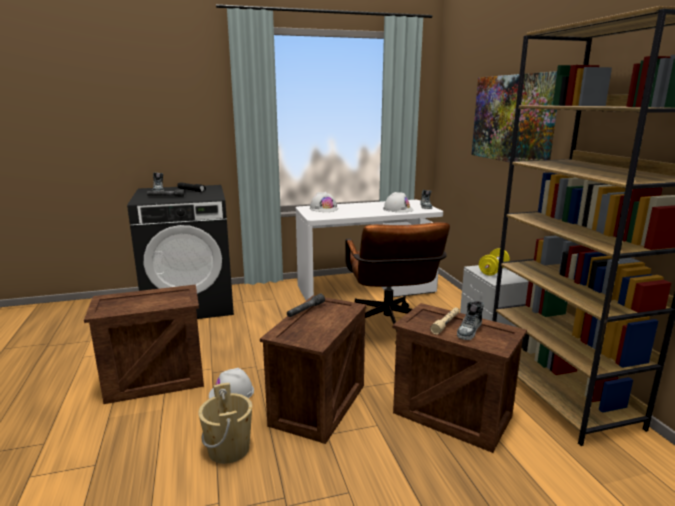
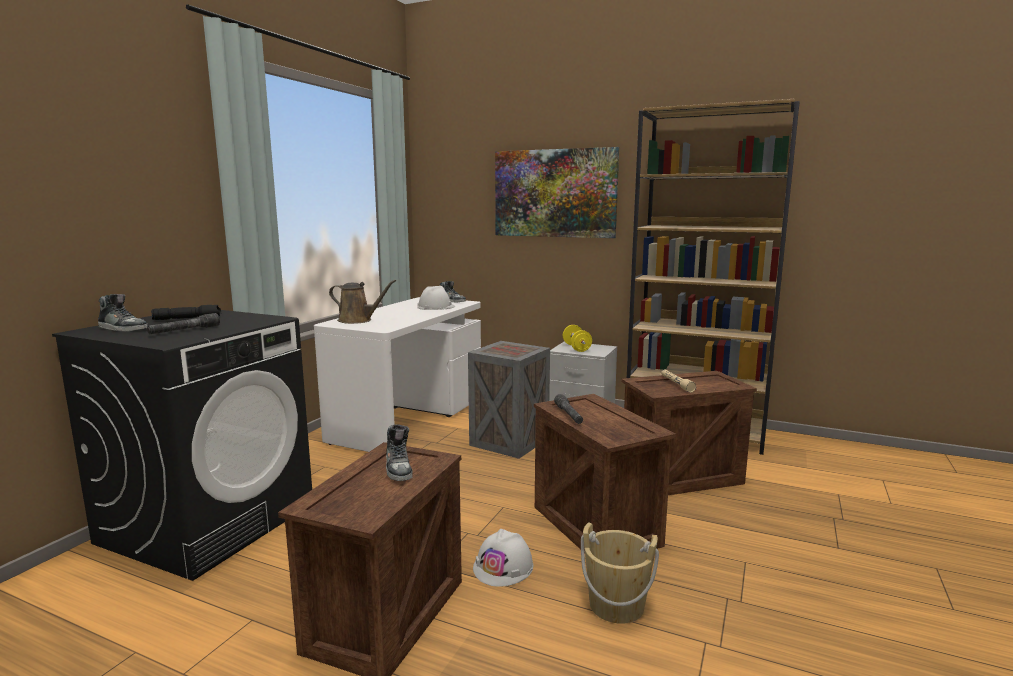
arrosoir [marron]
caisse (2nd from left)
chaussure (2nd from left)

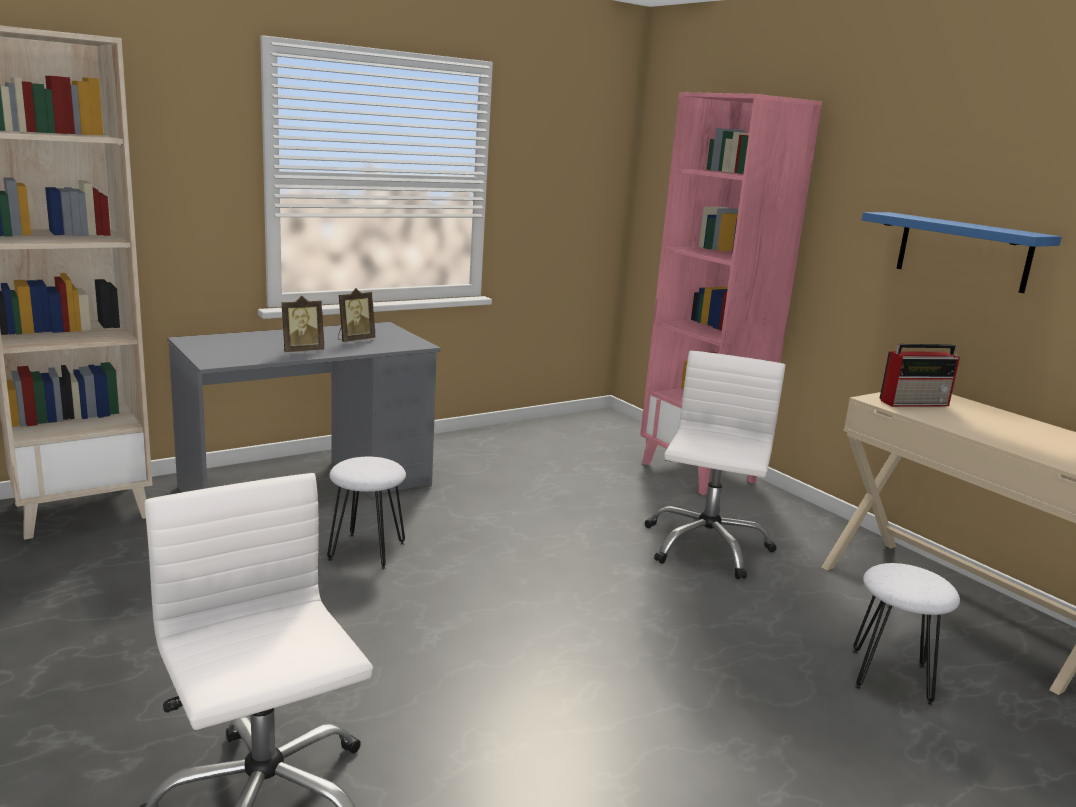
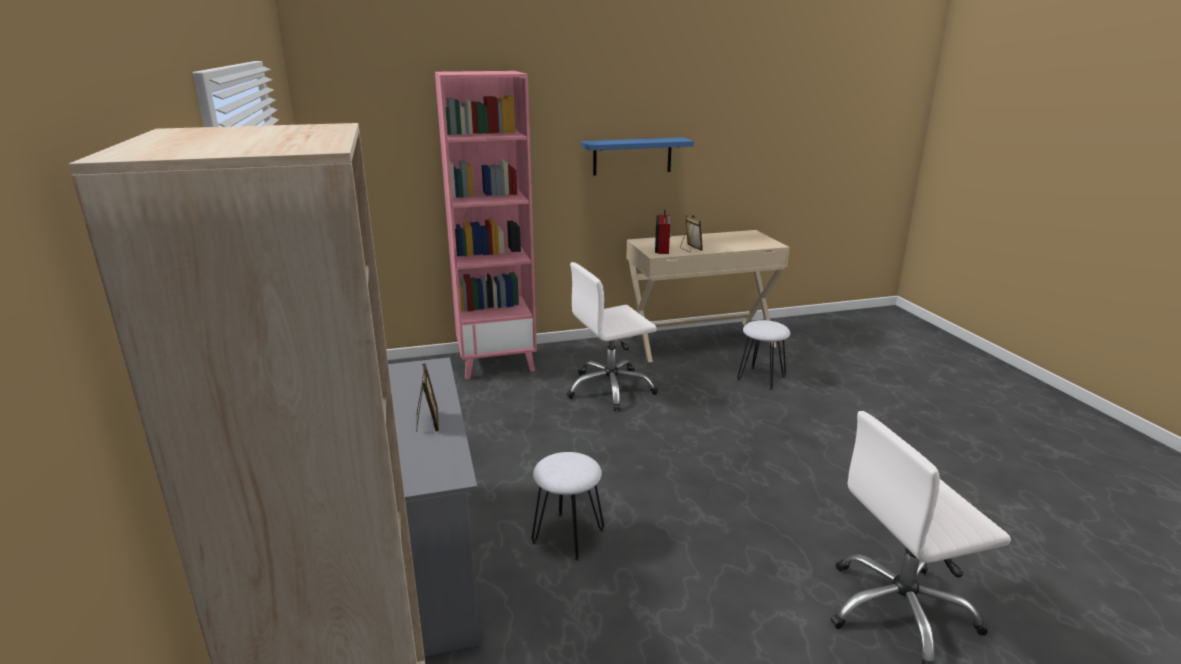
cadre photo (2nd from left)
chaise de bureau [blanc] (1st from left)

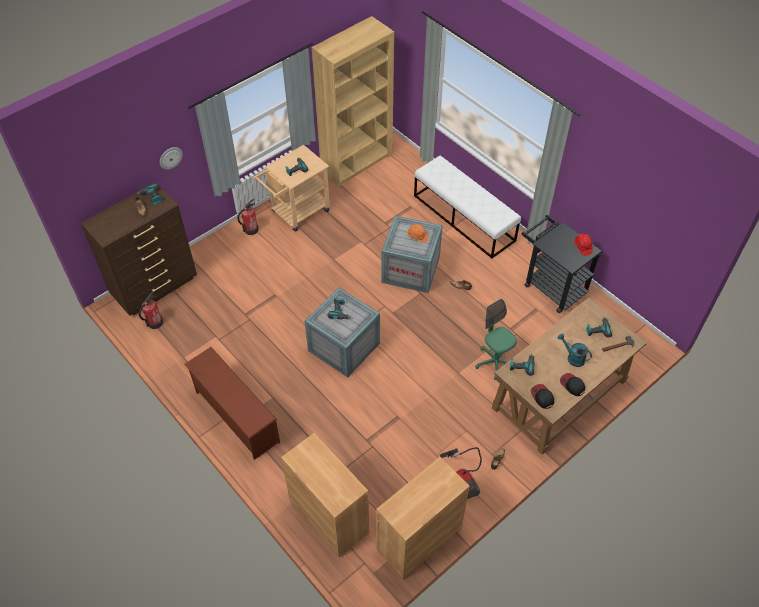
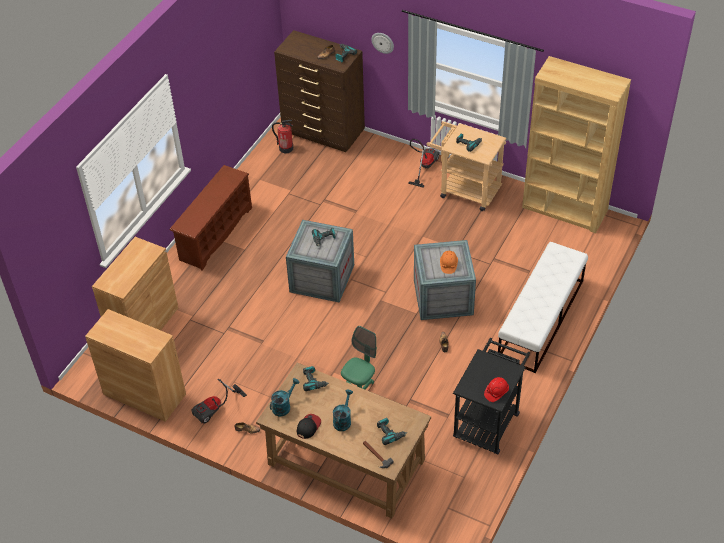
aspirateur (2nd from left)
arrosoir [turquoise] (1st from left)

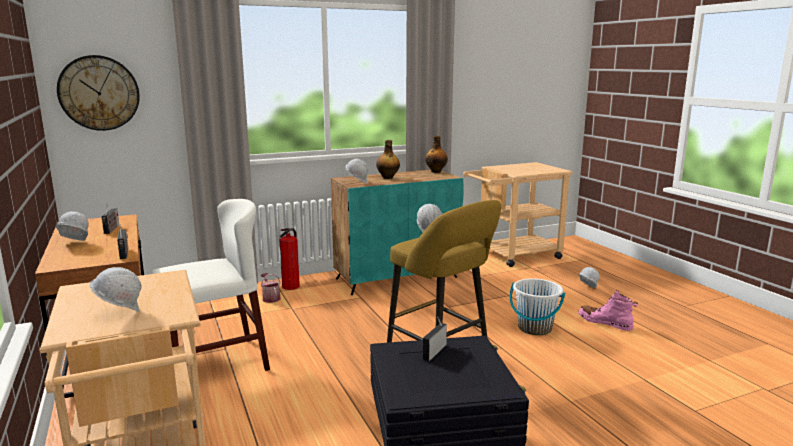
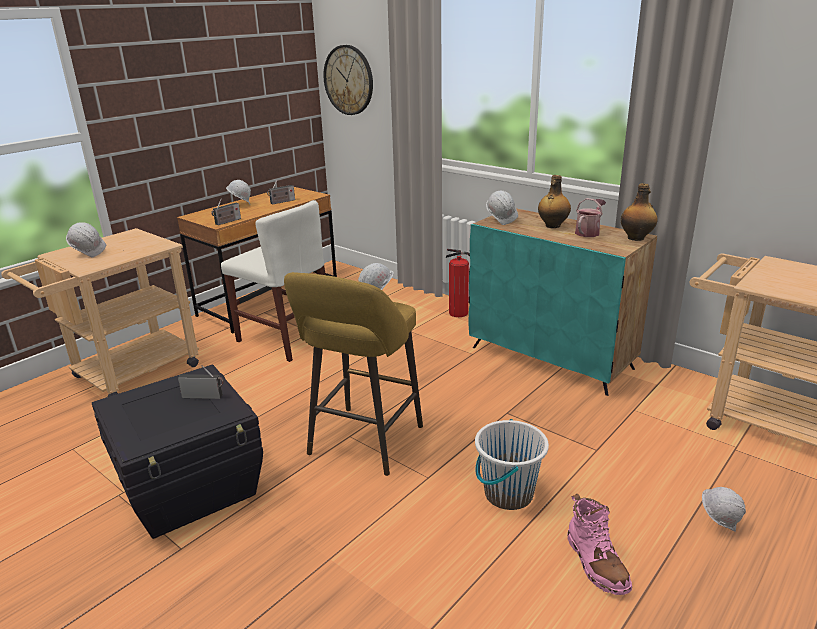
arrosoir
botte [rose]

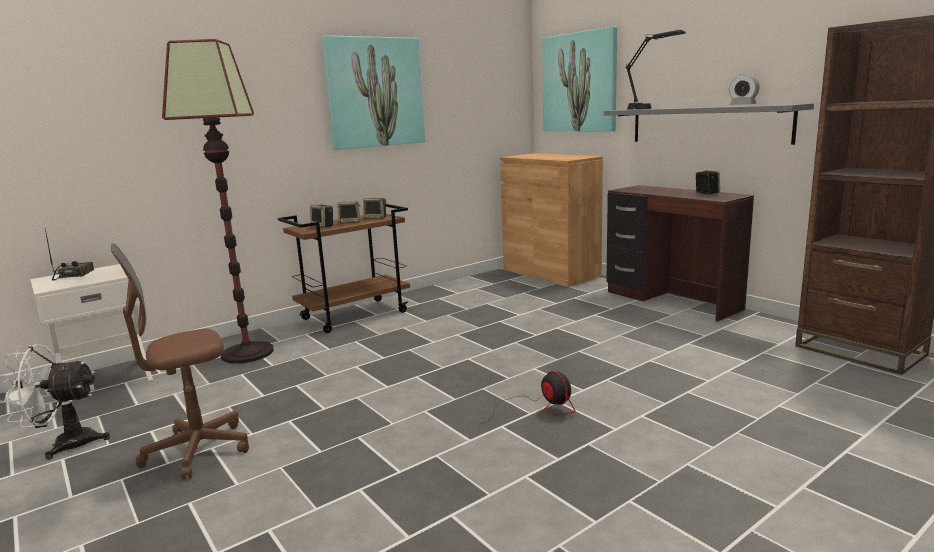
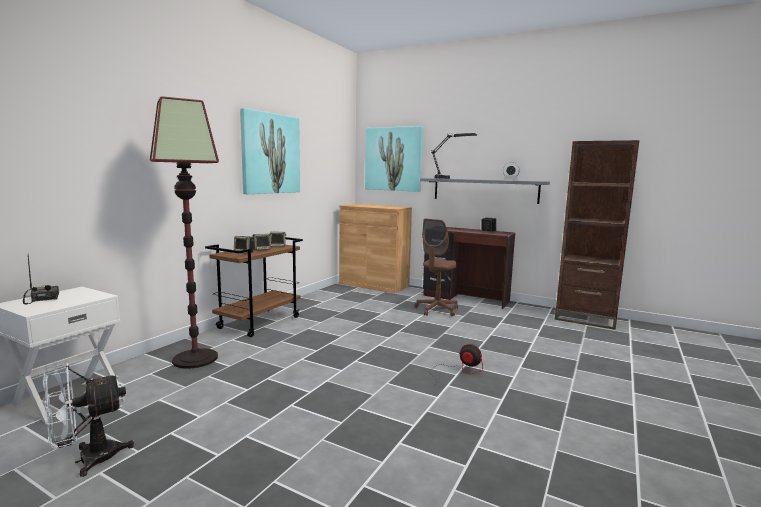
chaise de bureau [marron]

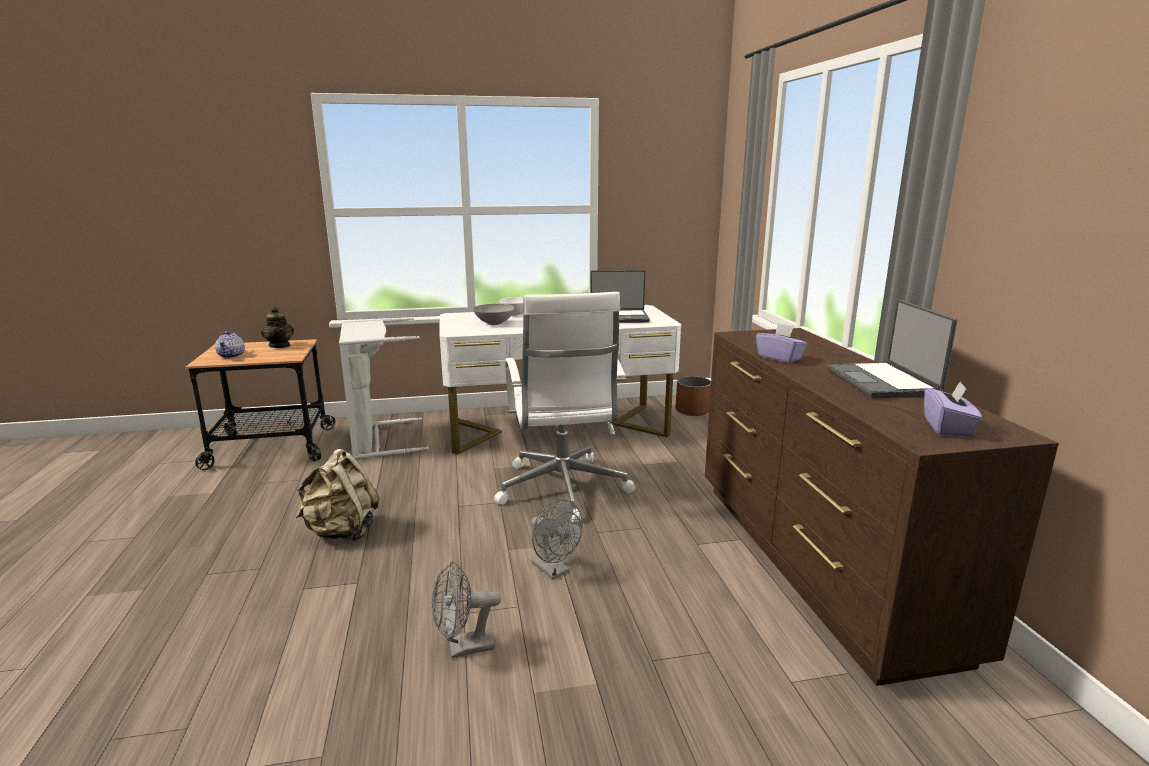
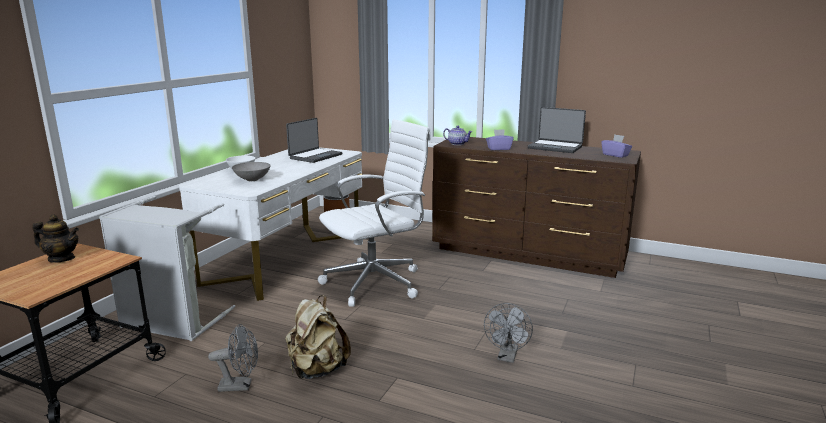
théière (2nd from left)
chaise de bureau [blanc]
ventilateur [gris] (1st from left)

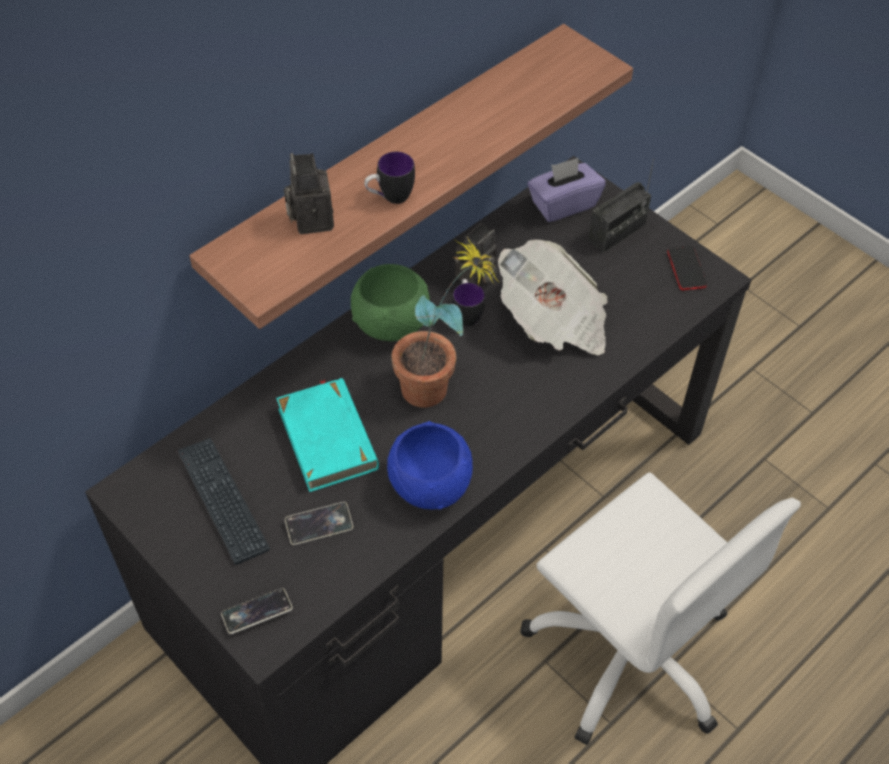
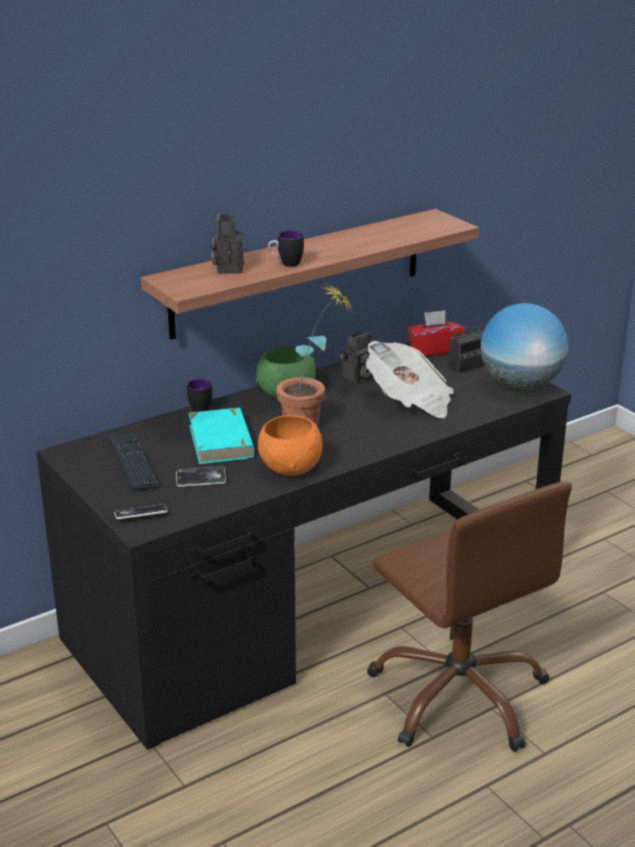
bol [orange]
mug (1st from left)
chaise de bureau [marron]
boîte à mouchoirs [rouge]
globe

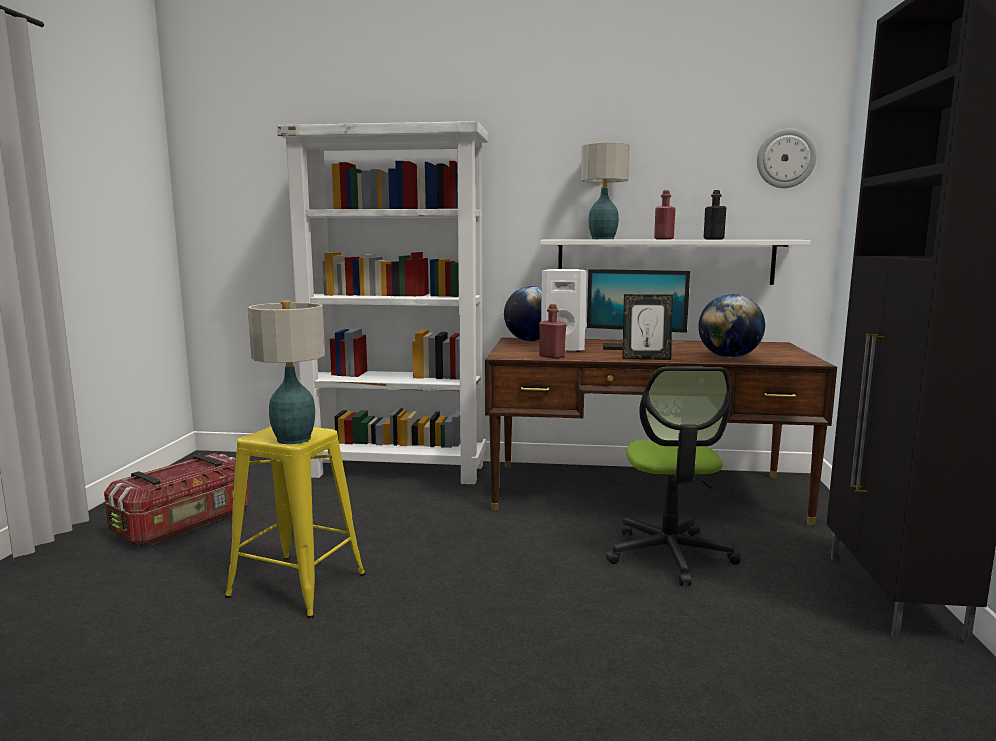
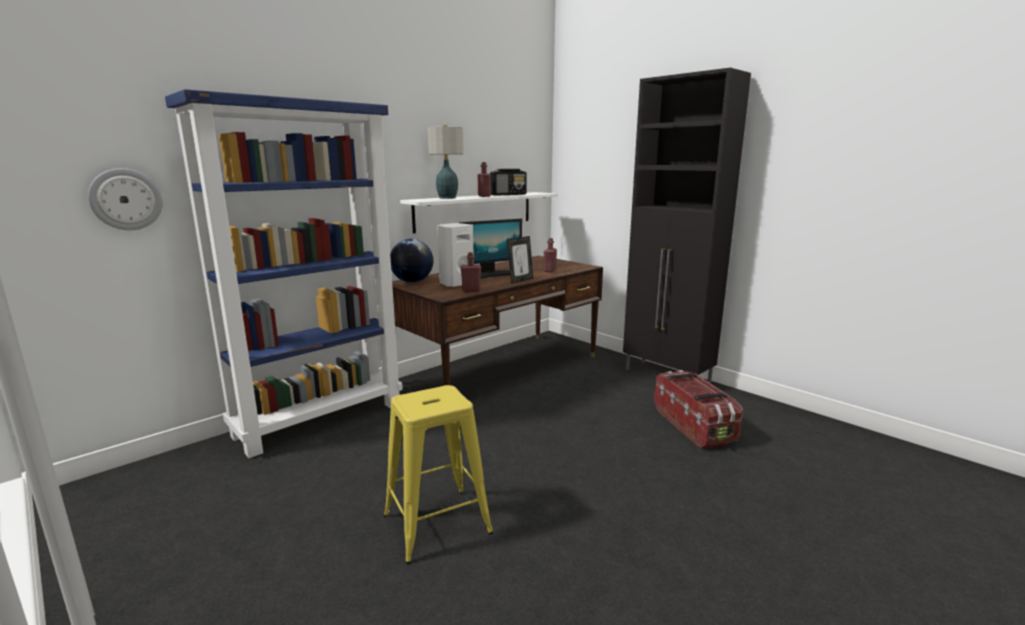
boîte de rangement
lampe de table (1st from left in the first image)
bibliothèque [bleu]
chaise de bureau
bouteille [rouge] (3rd from left)
radio
horloge murale

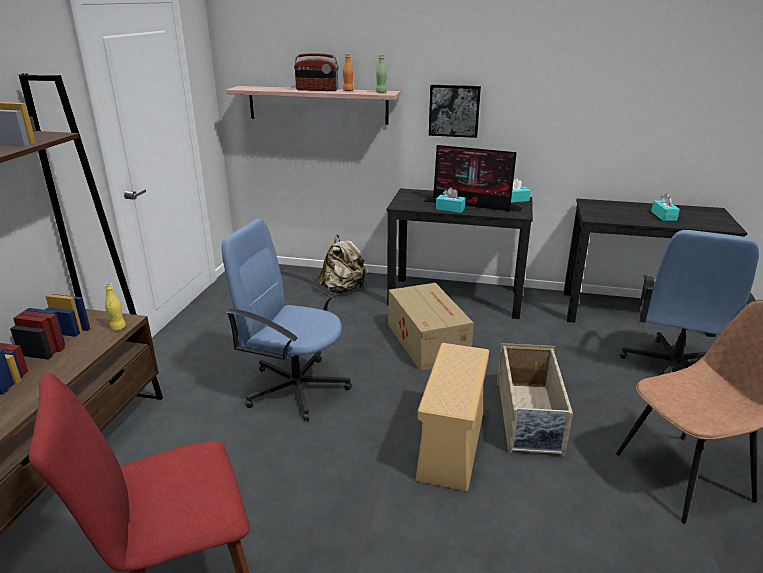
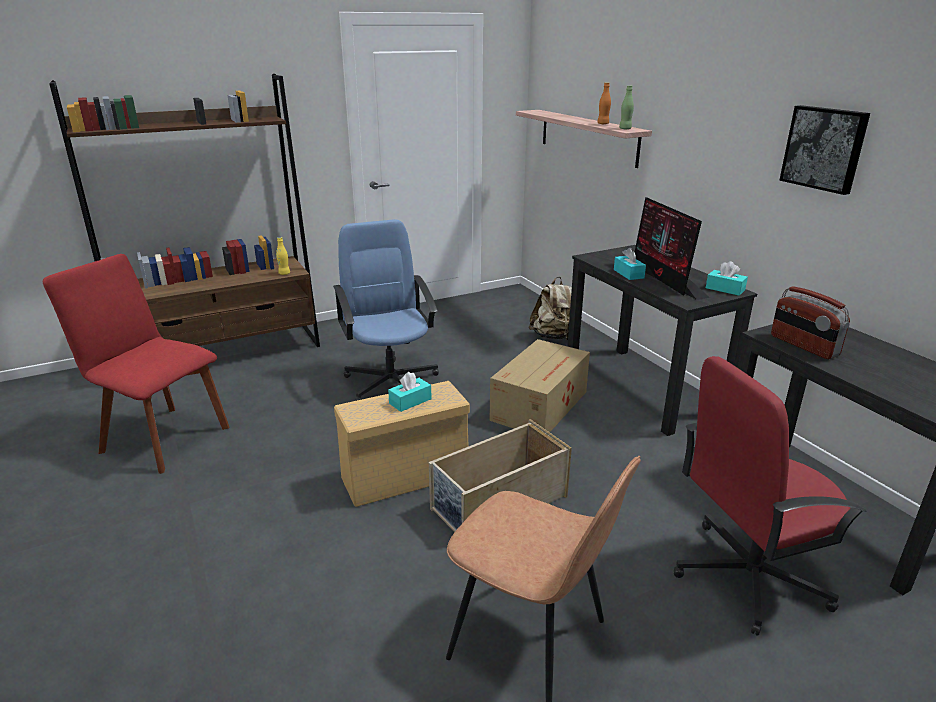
radio
tableau
chaise de bureau [rouge]
boîte à mouchoirs [turquoise] (1st from left)

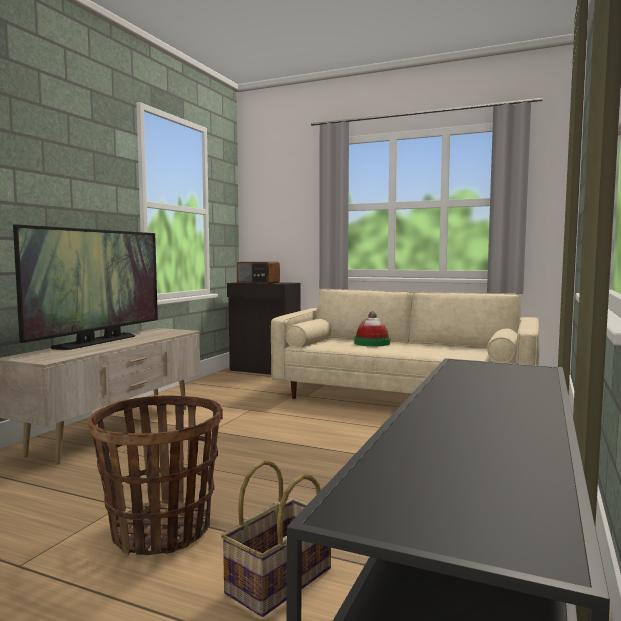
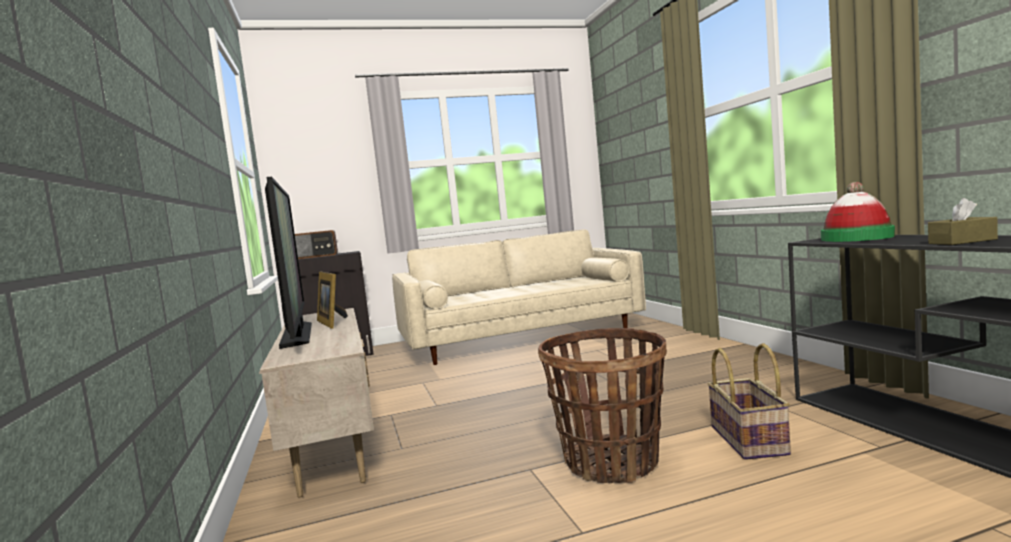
chapeau
cadre photo
boîte à mouchoirs [marron]

